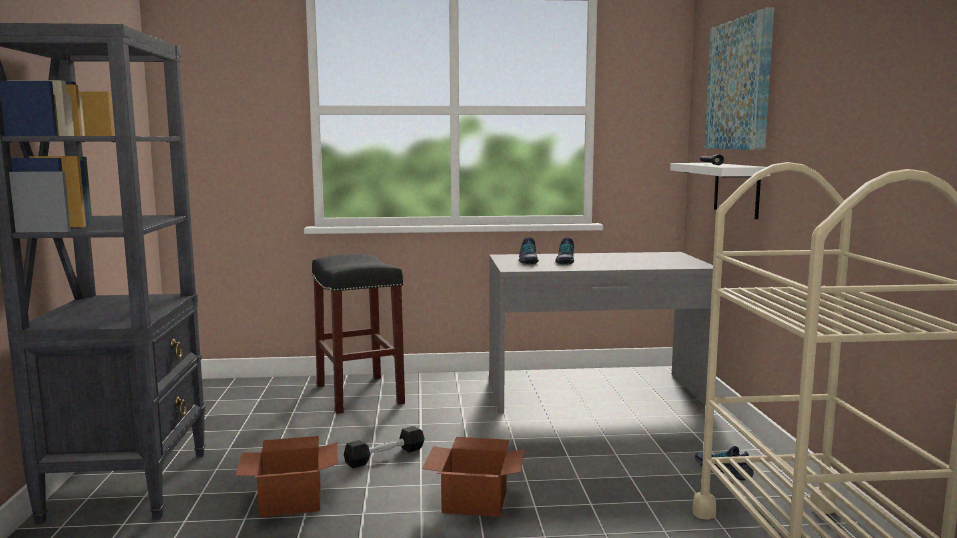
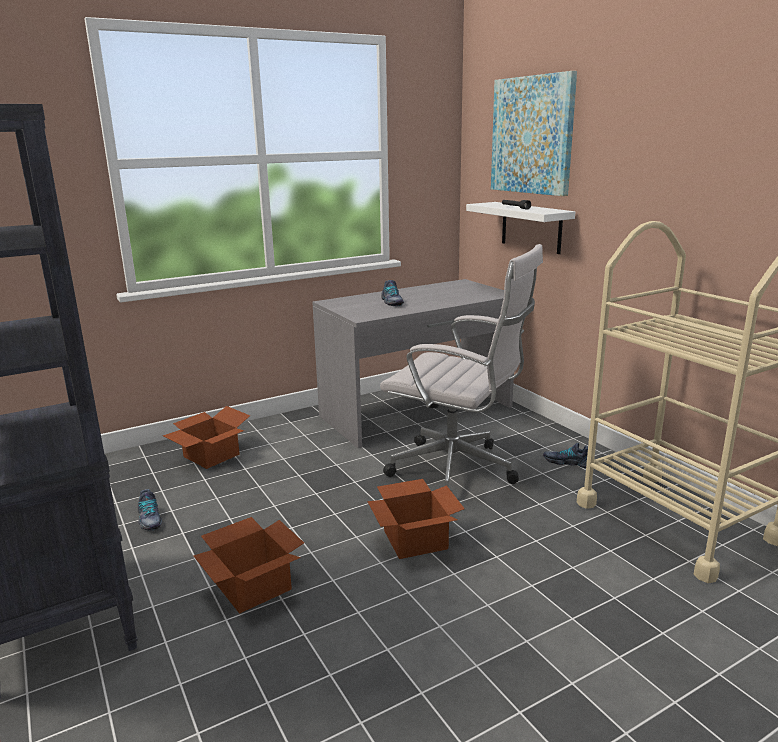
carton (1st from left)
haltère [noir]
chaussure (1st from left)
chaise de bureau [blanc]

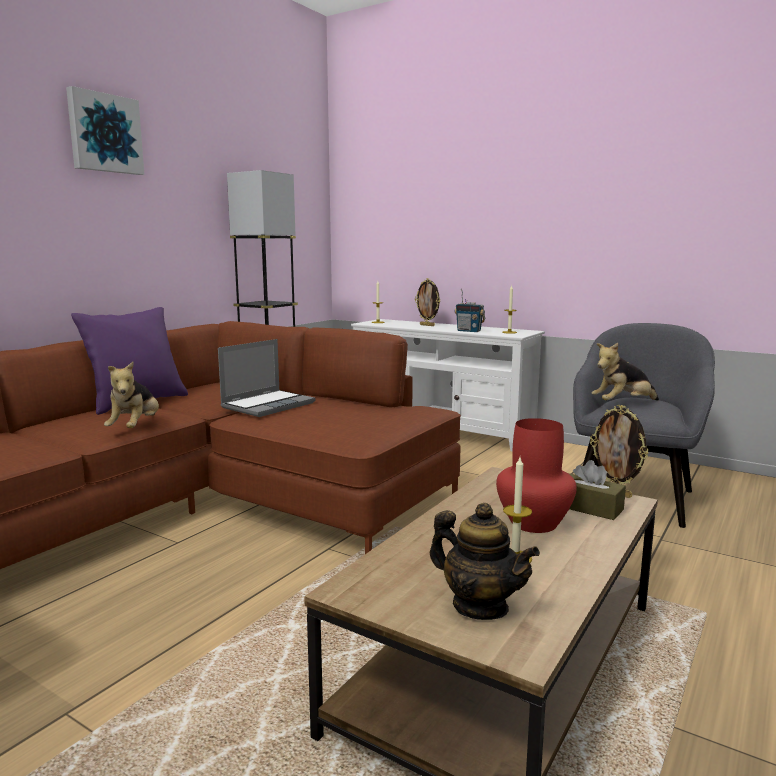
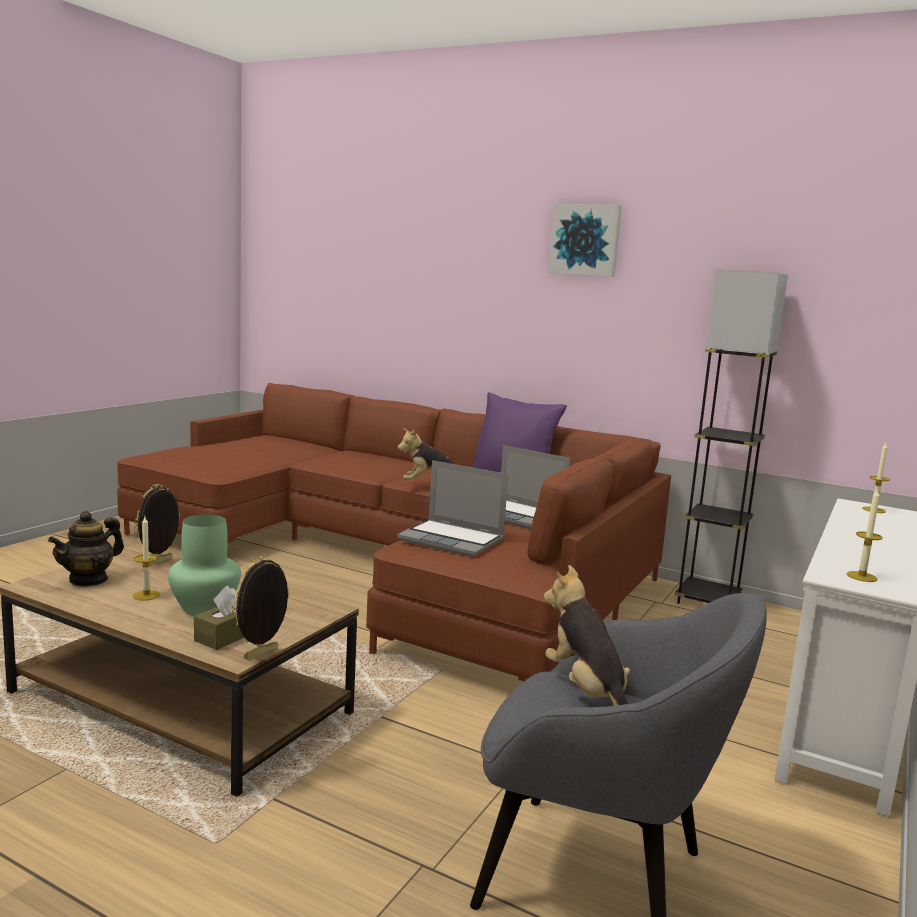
cadre photo (1st from left)
radio
vase [vert]
ordinateur portable (1st from left)

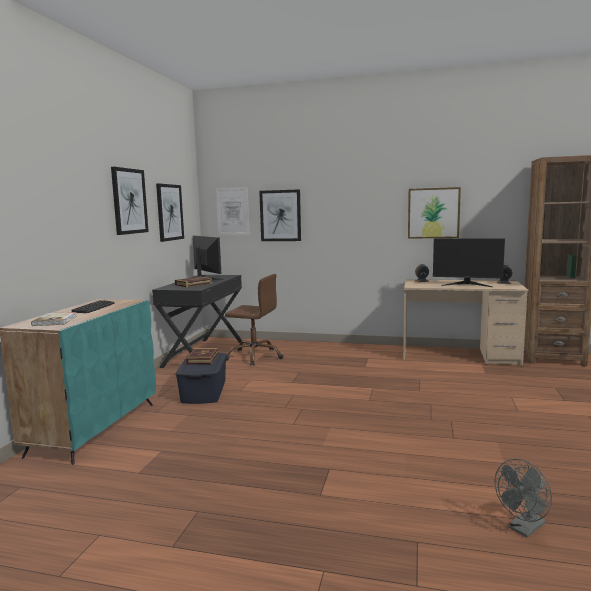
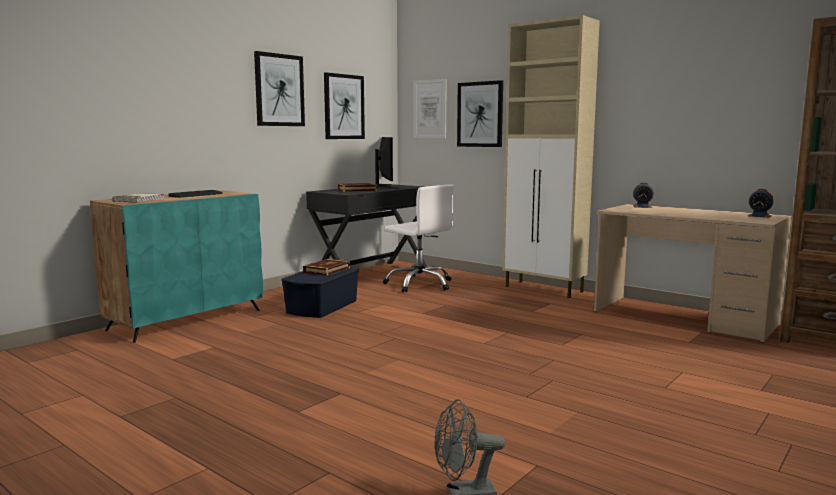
chaise de bureau [blanc]
tableau (5th from left in the first image)
écran d'ordinateur (2nd from left in the first image)
meuble de rangement [beige]

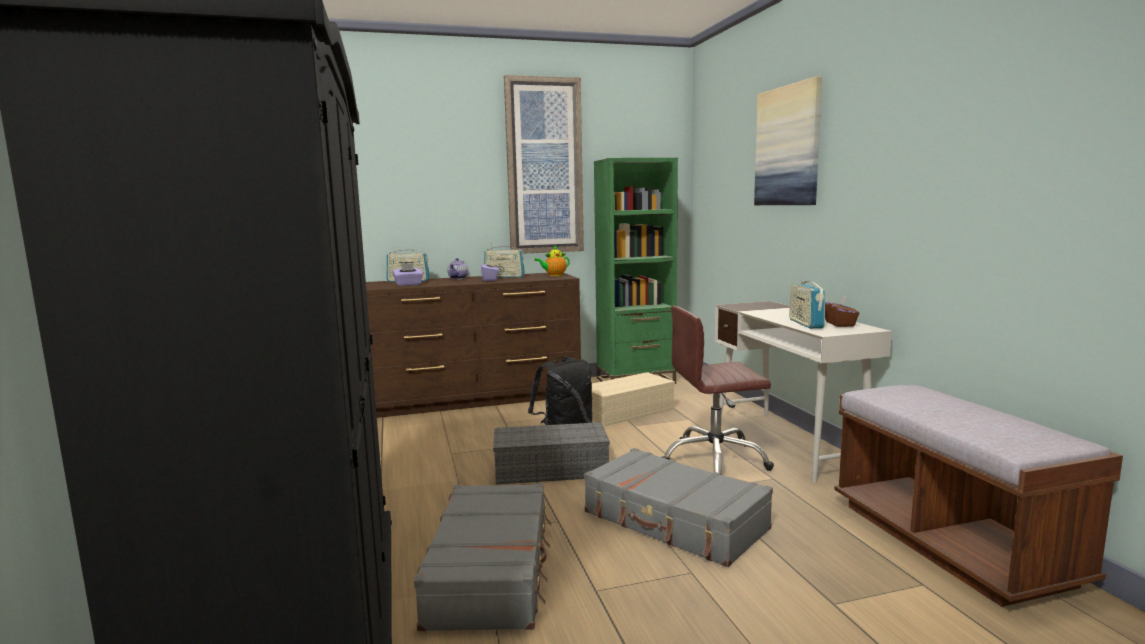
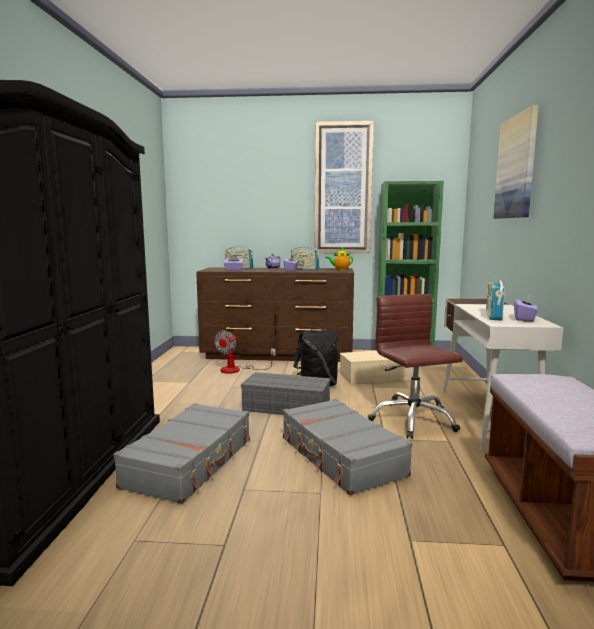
chaise de bureau [marron]
boîte à mouchoirs [violet] (3rd from left)
ventilateur

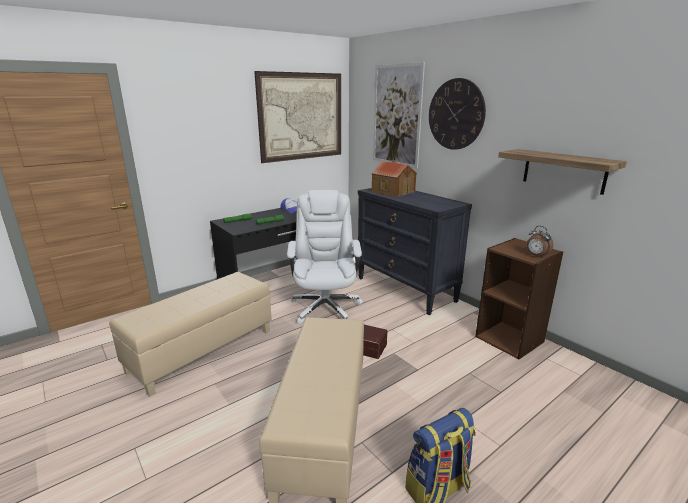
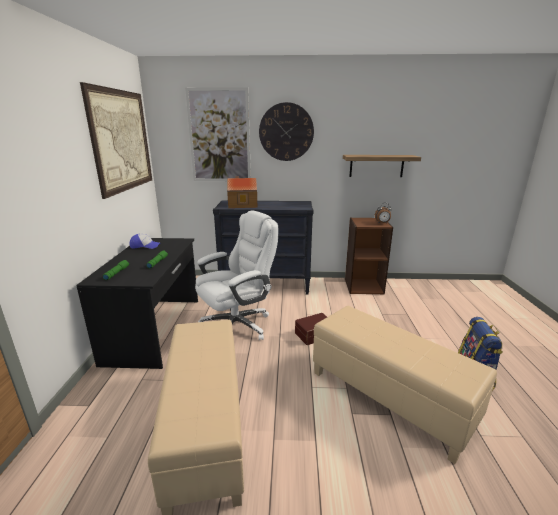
chaise de bureau [blanc]

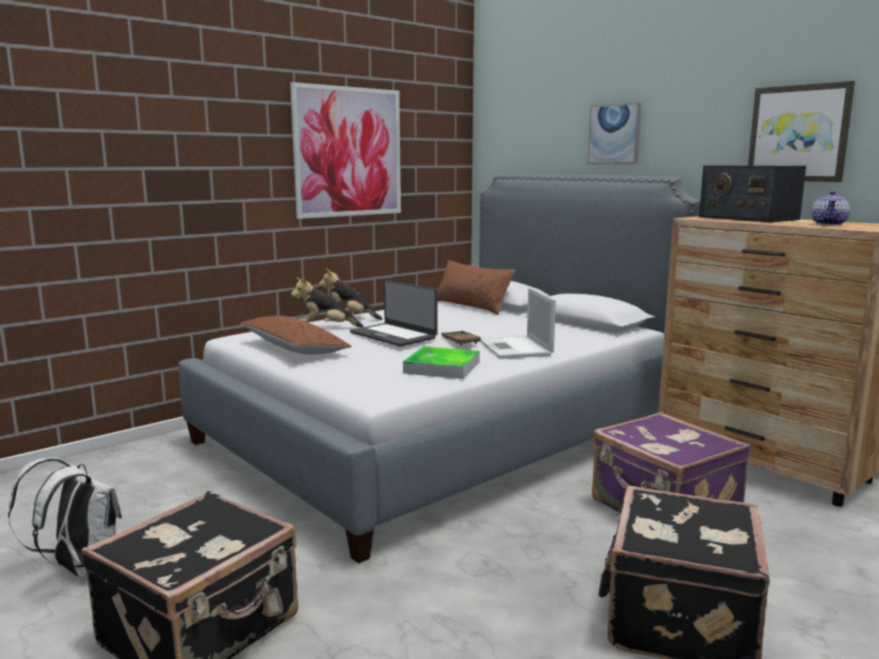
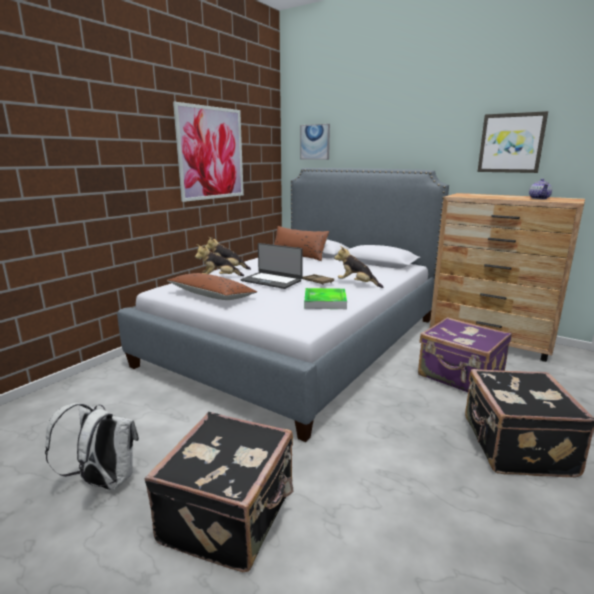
peluche (3rd from left)
tableau (2nd from left)
radio

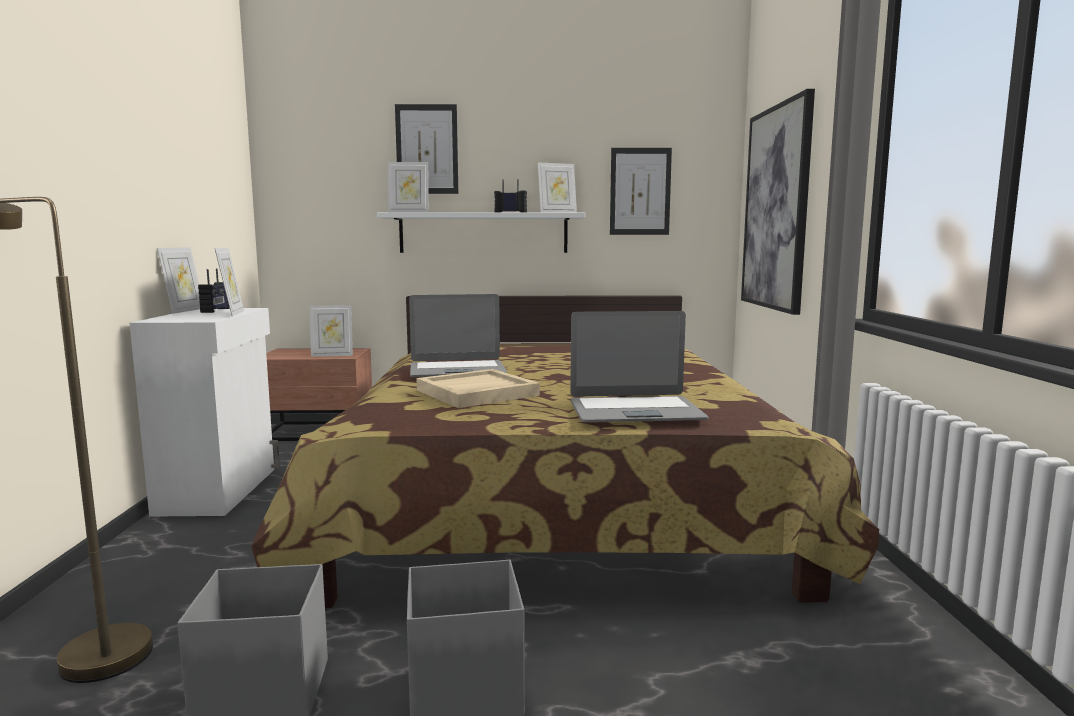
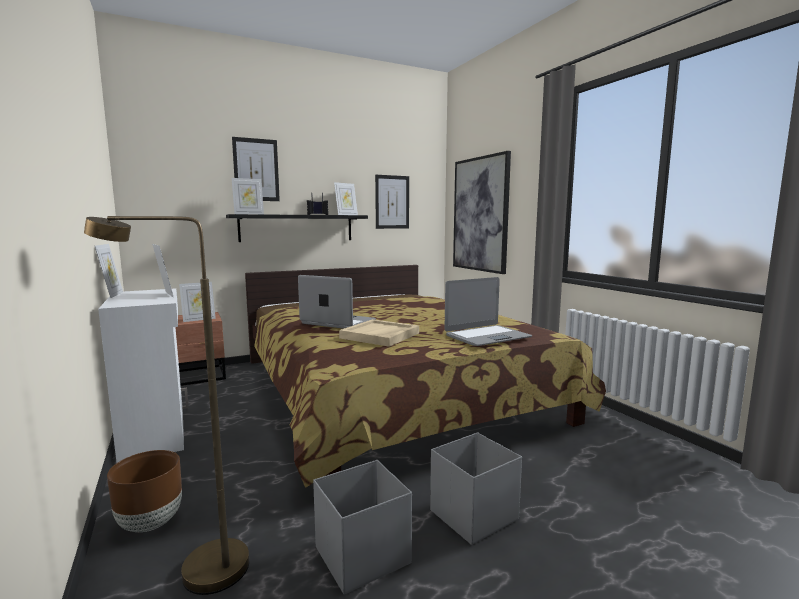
radio (1st from left in the first image)
étagère [noir]
ordinateur portable (1st from left)
cache-pot [marron]

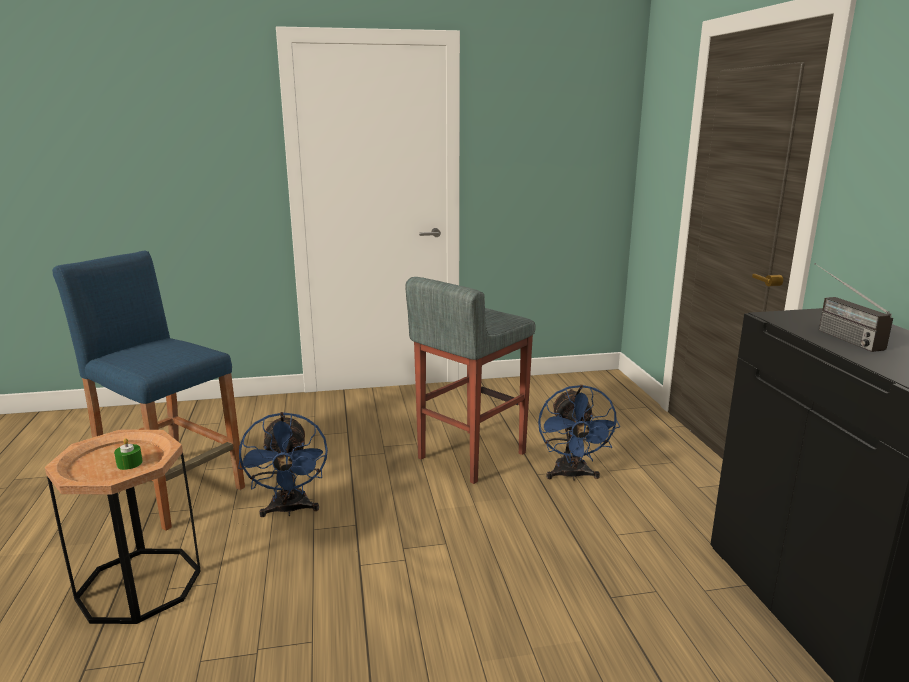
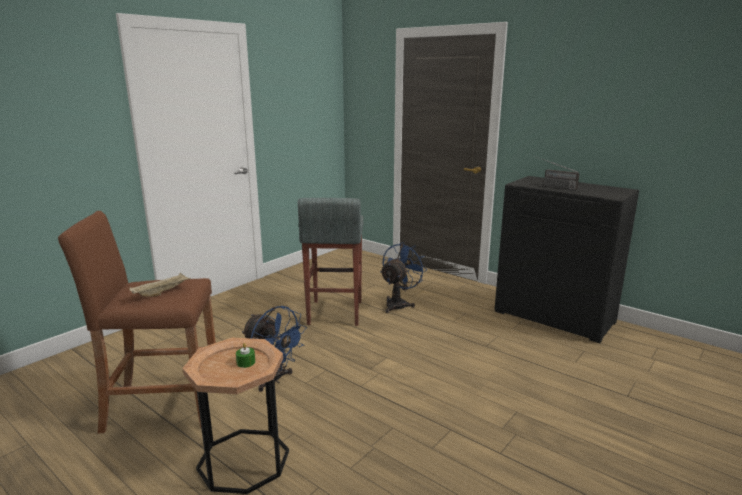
tabouret [marron]
ventilateur [bleu] (2nd from left)
plateau [beige]

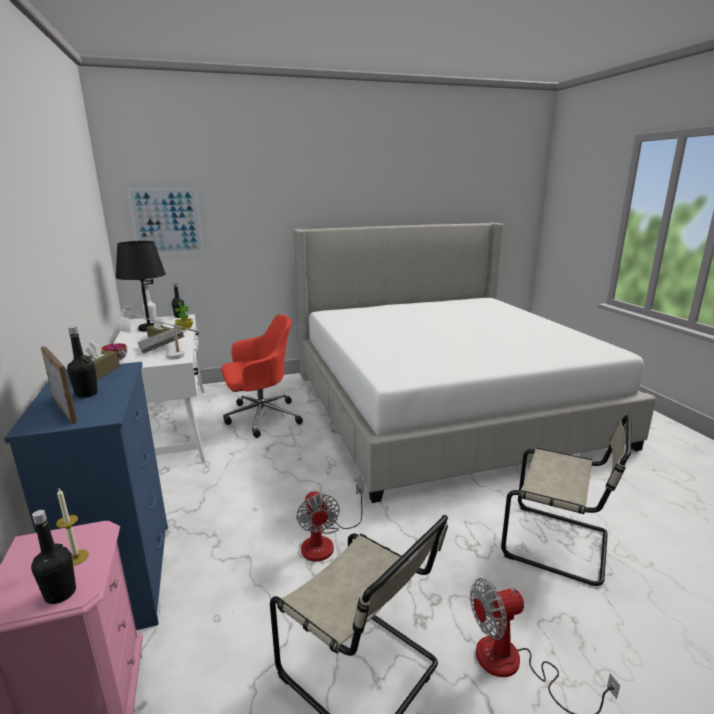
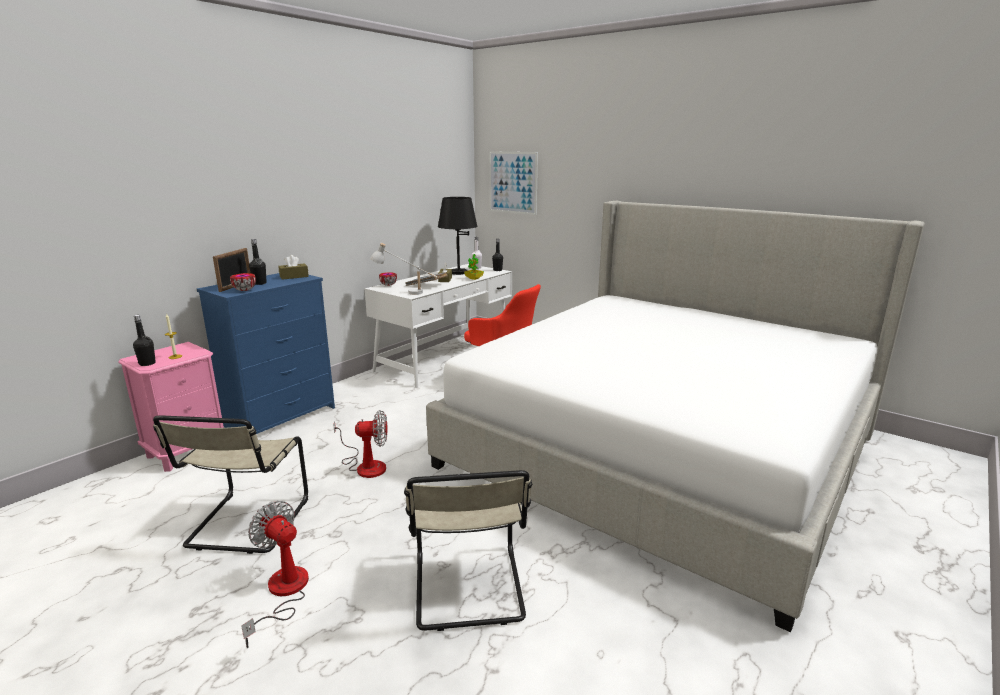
ventilateur (2nd from left)
bol (1st from left)

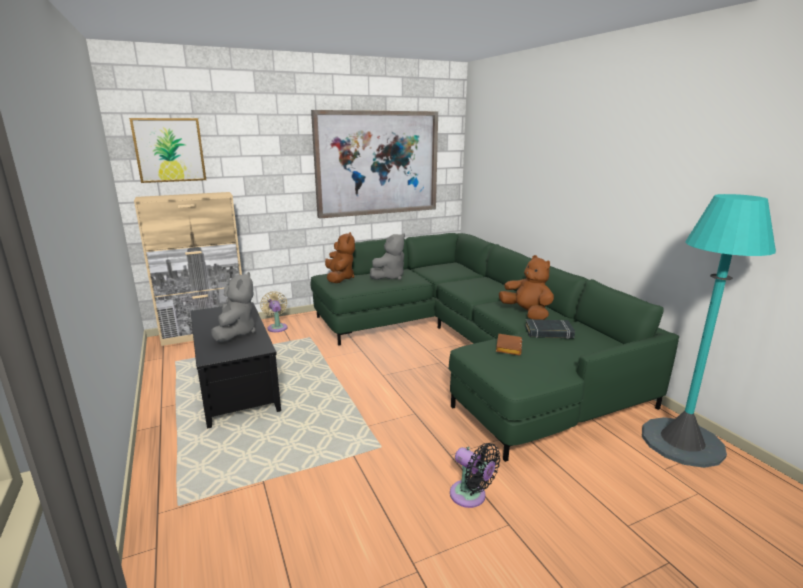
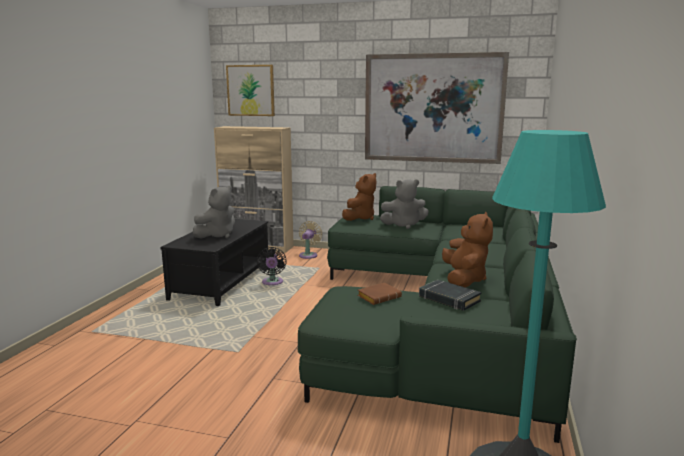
ventilateur [noir]

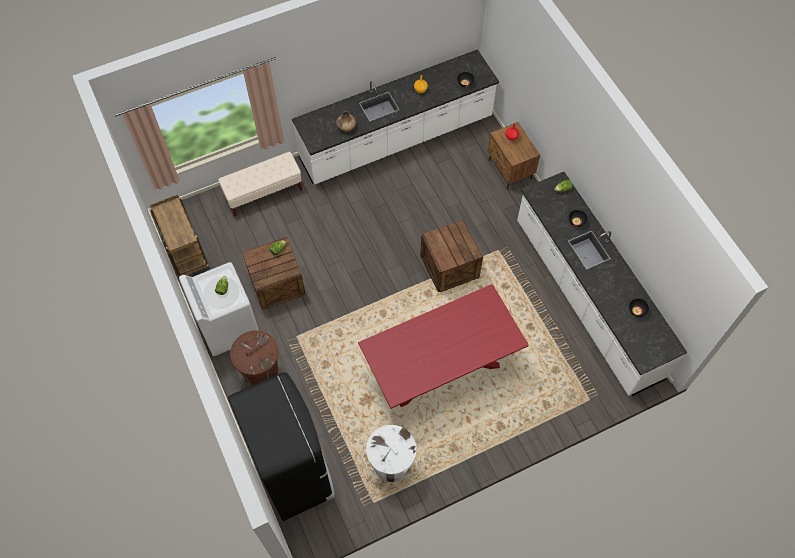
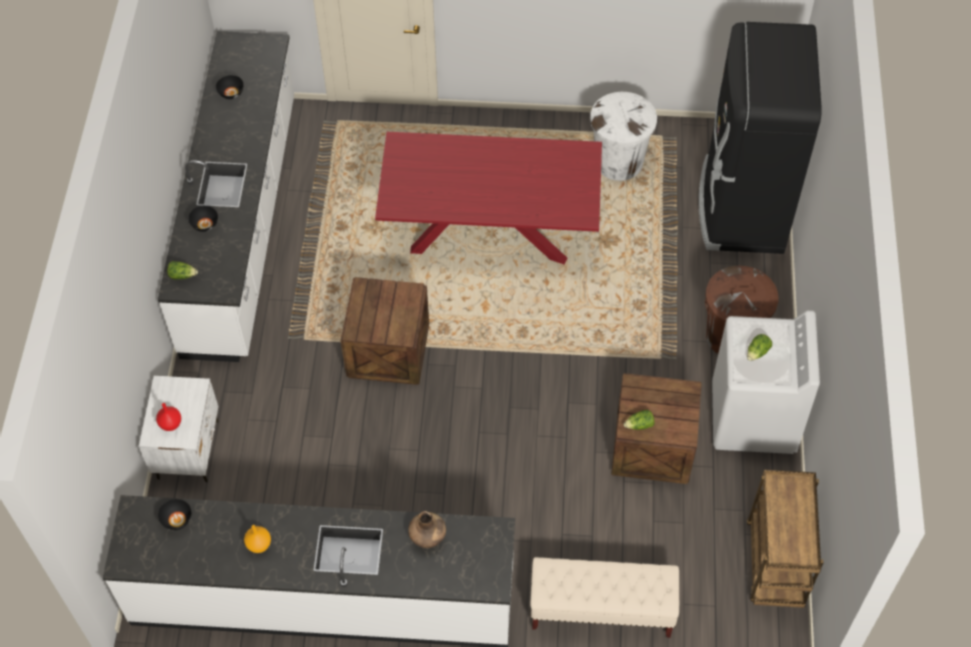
table de chevet [blanc]

